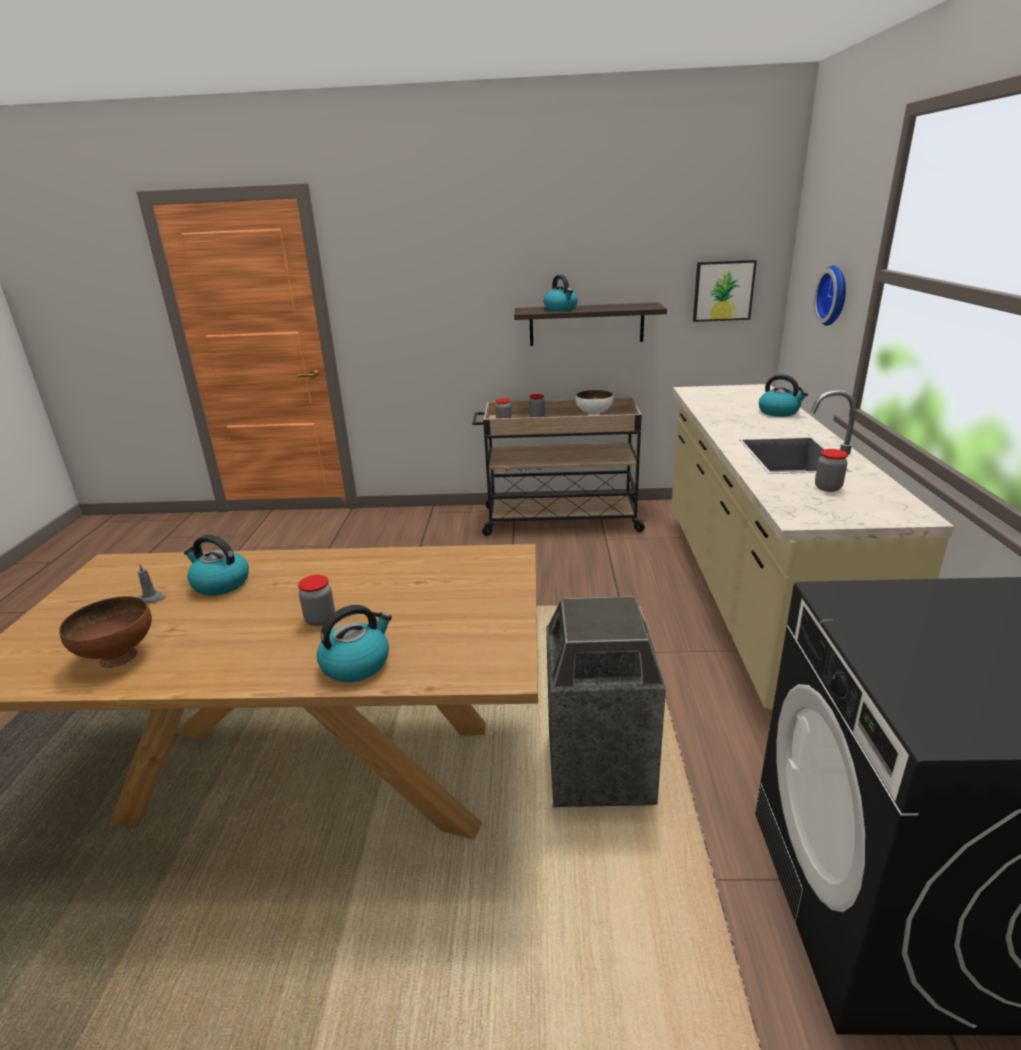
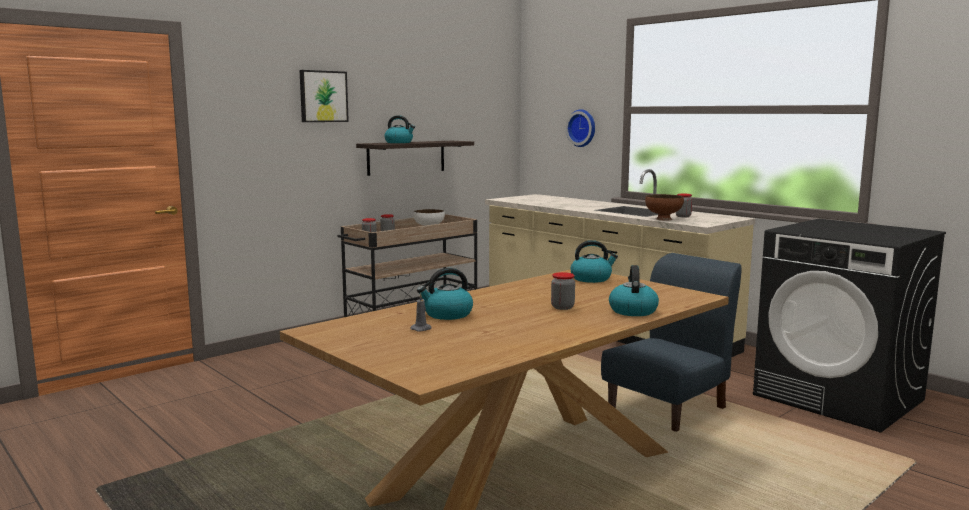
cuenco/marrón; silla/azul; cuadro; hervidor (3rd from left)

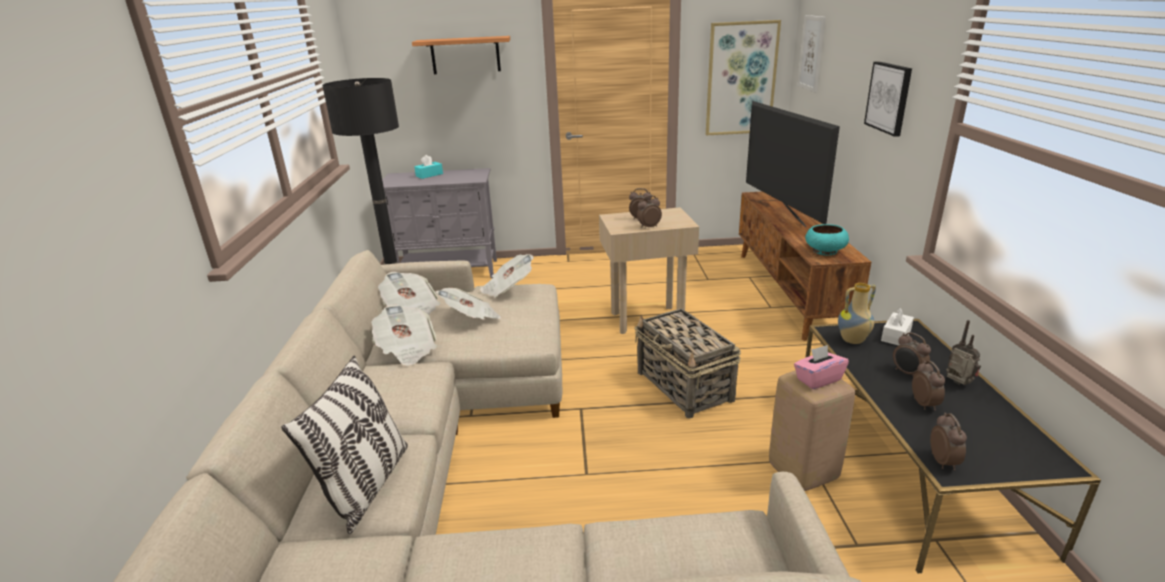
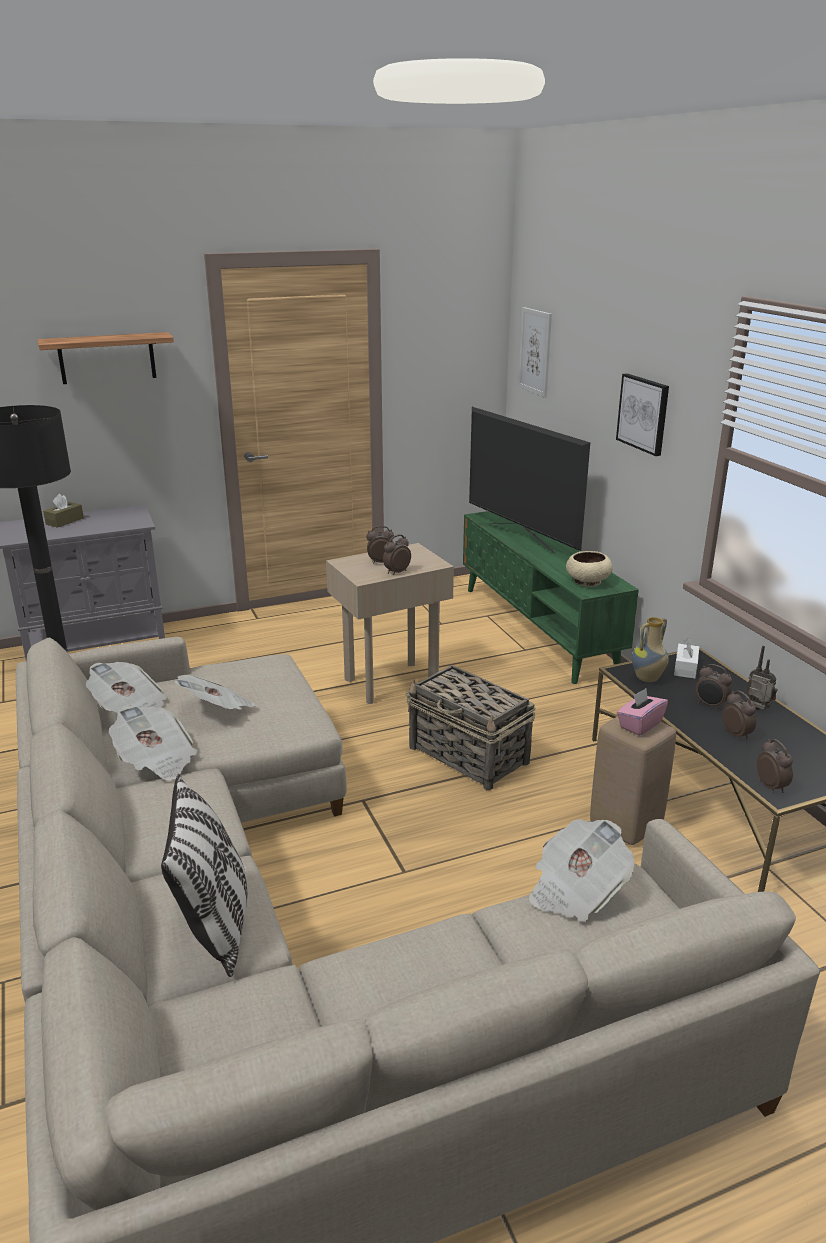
caja de pañuelos/marrón; periódico (4th from left); cuadro (1st from left in the first image); mueble de televisión/verde; cuenco/beis

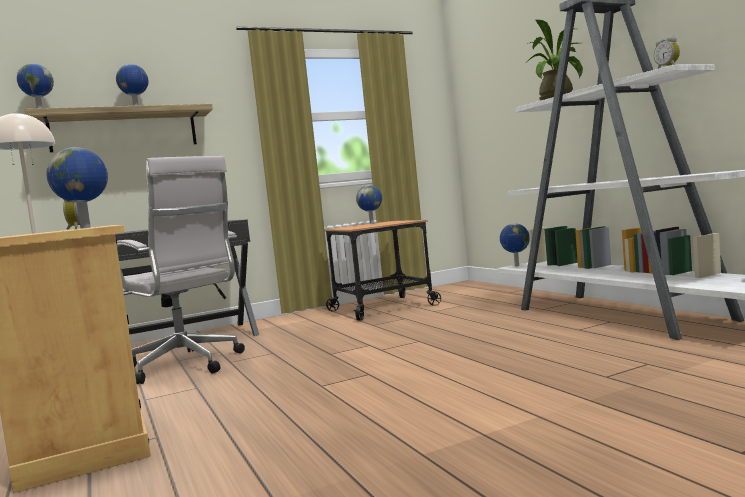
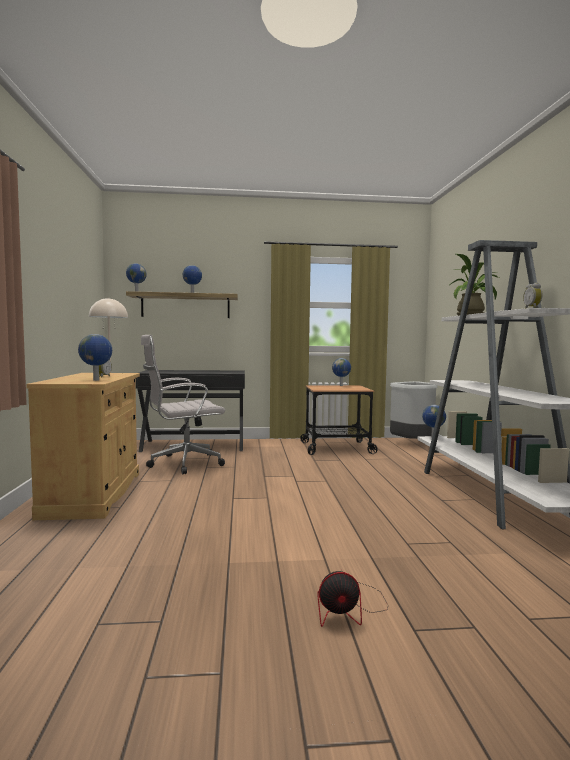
silla de oficina/blanco; ventilador; papelera/gris

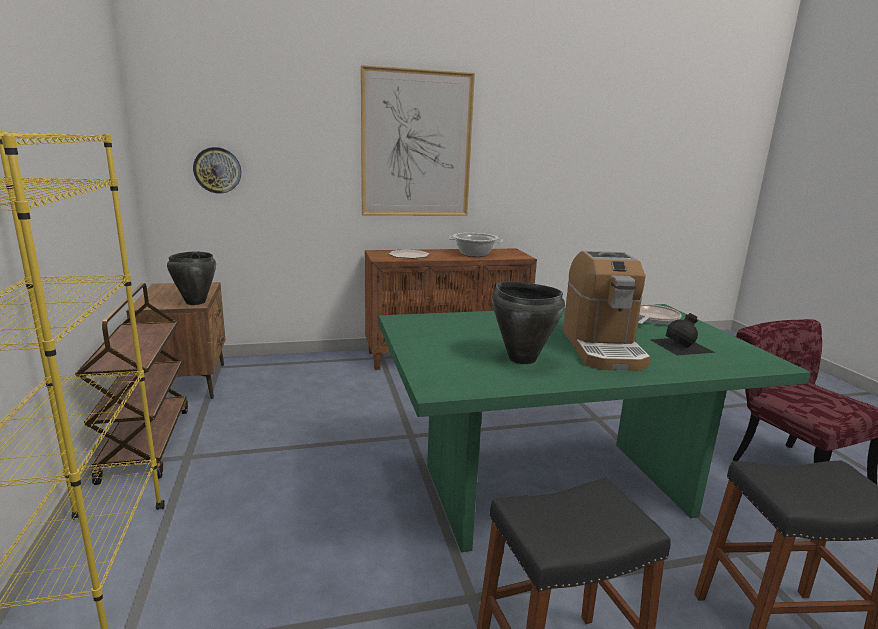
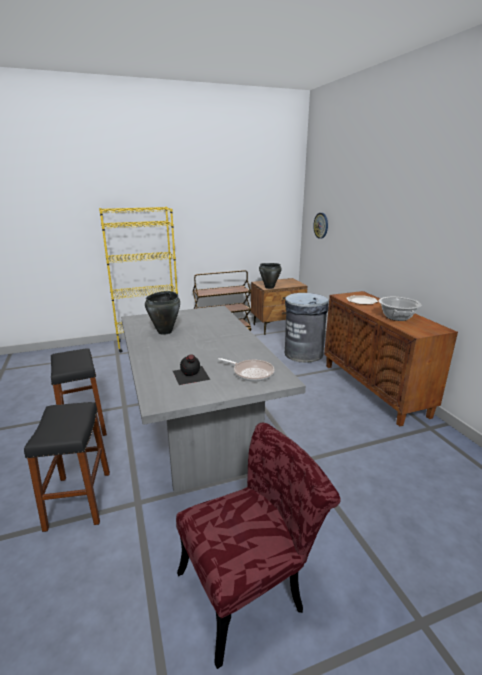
cuadro; mesa de comedor/gris; cafetera; papelera/gris

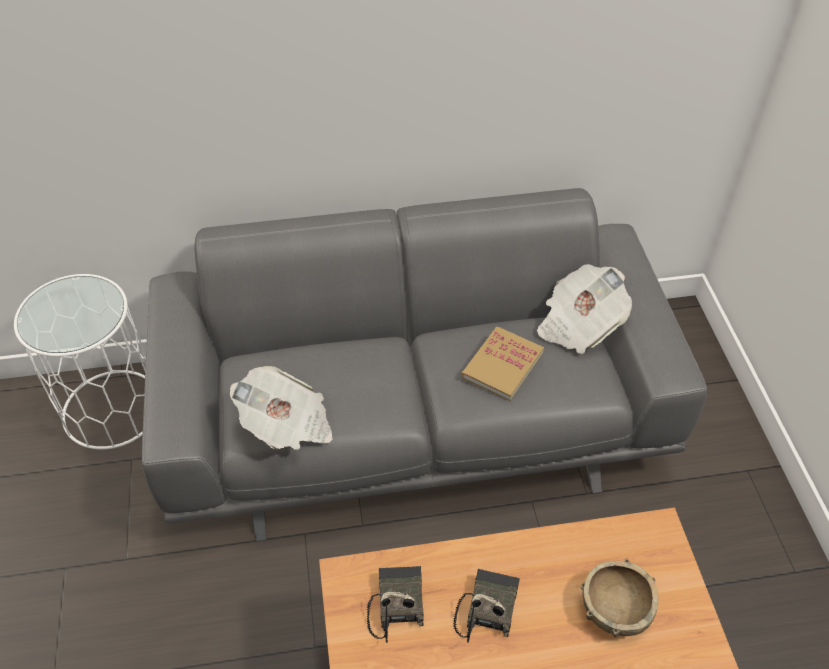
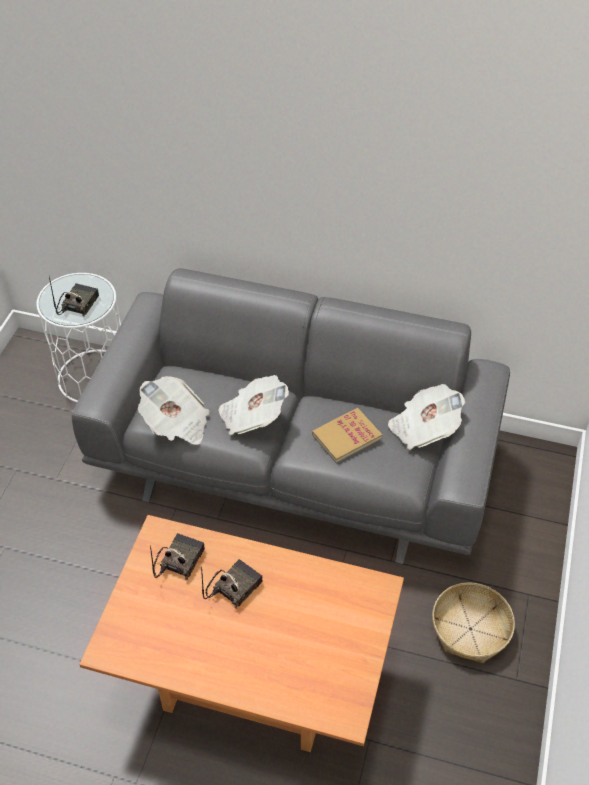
cuenco/marrón; radio (1st from left); periódico (2nd from left); cesta

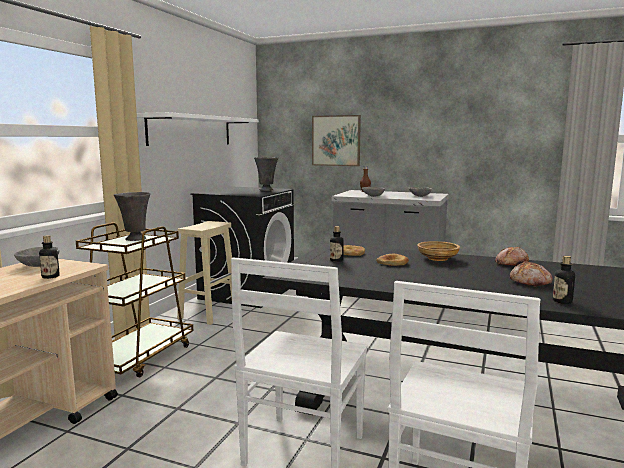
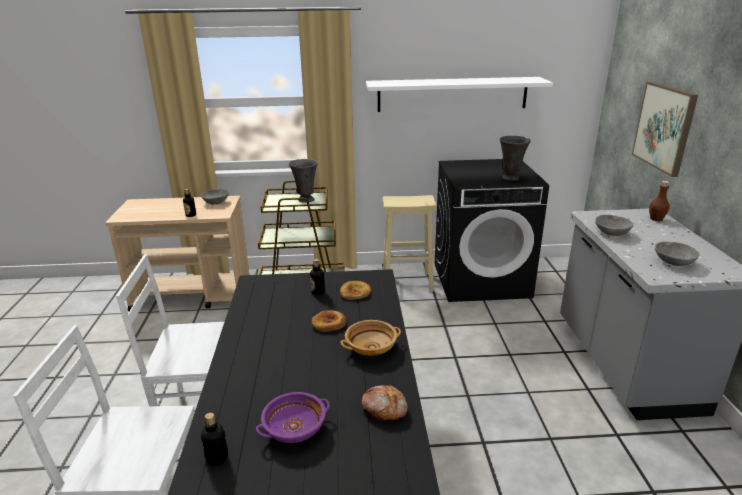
cuenco/morado

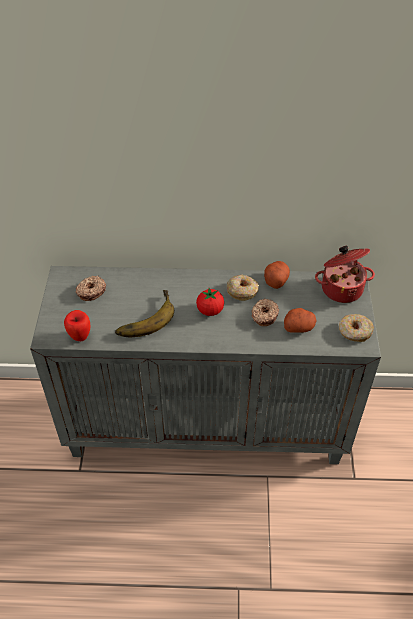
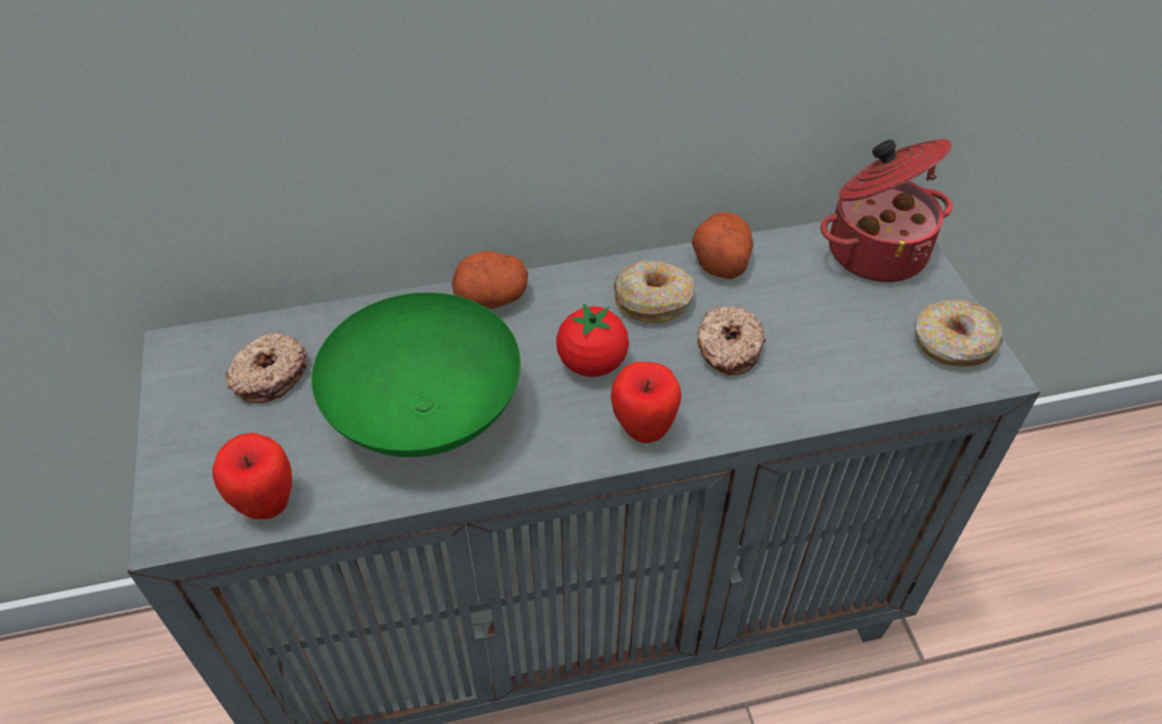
cuenco/verde; patata (1st from left); manzana (2nd from left)

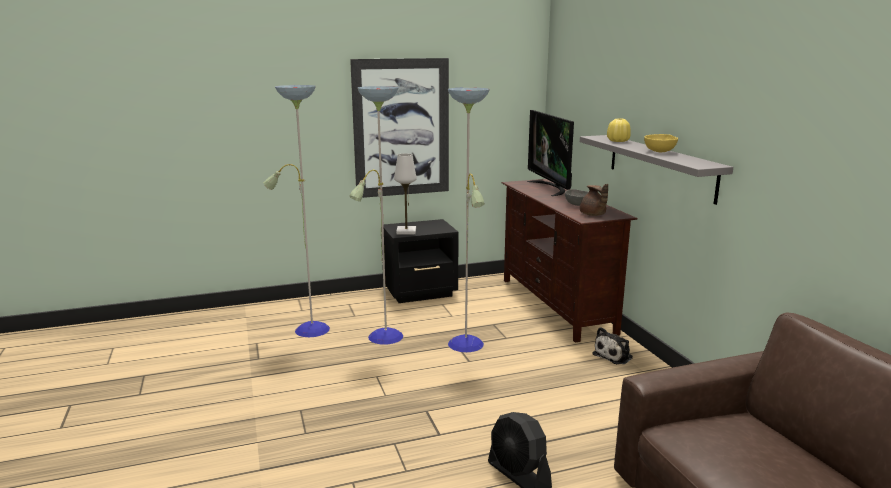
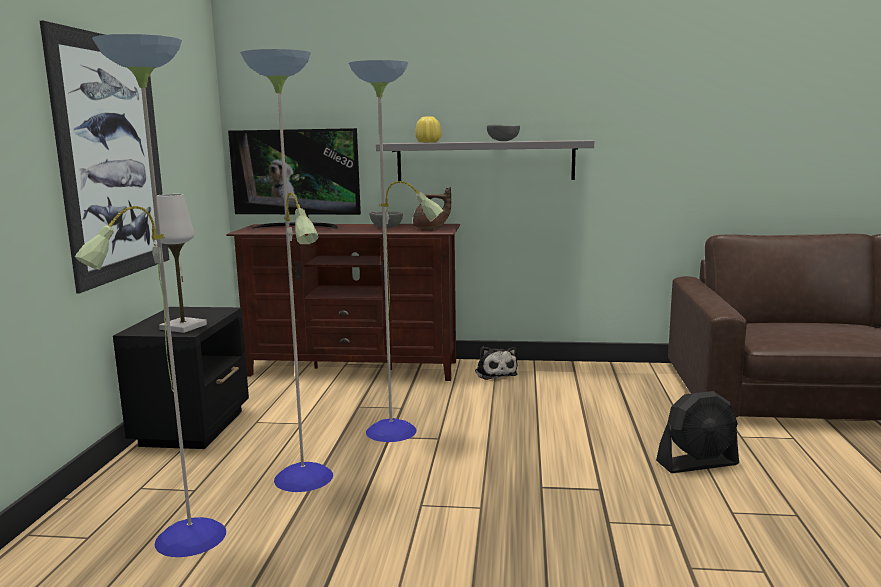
cuenco/gris (2nd from left)

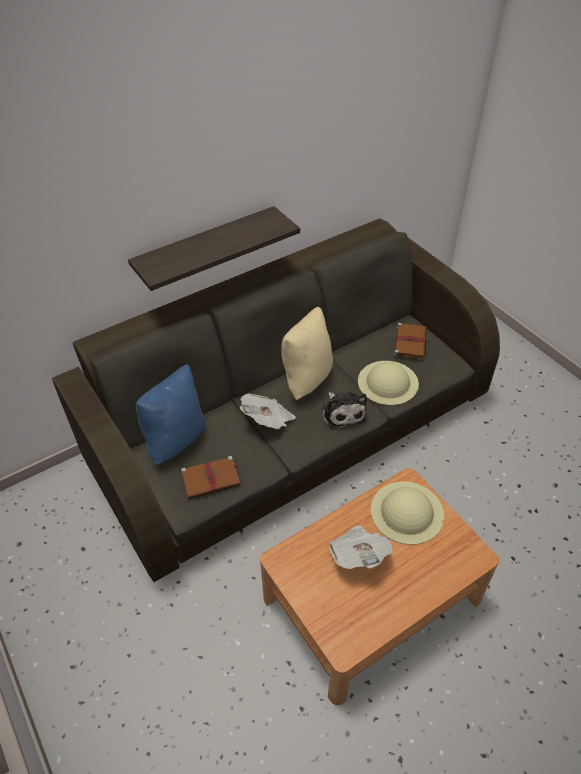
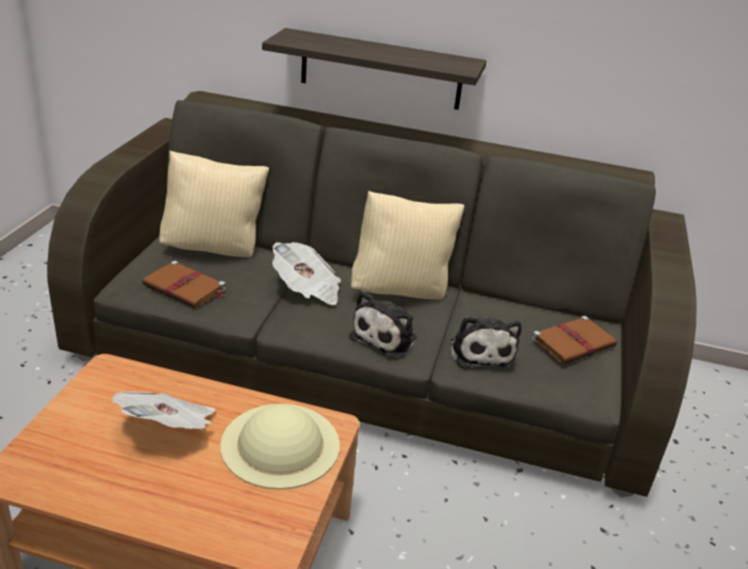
cojín/beis (1st from left); peluche (2nd from left)

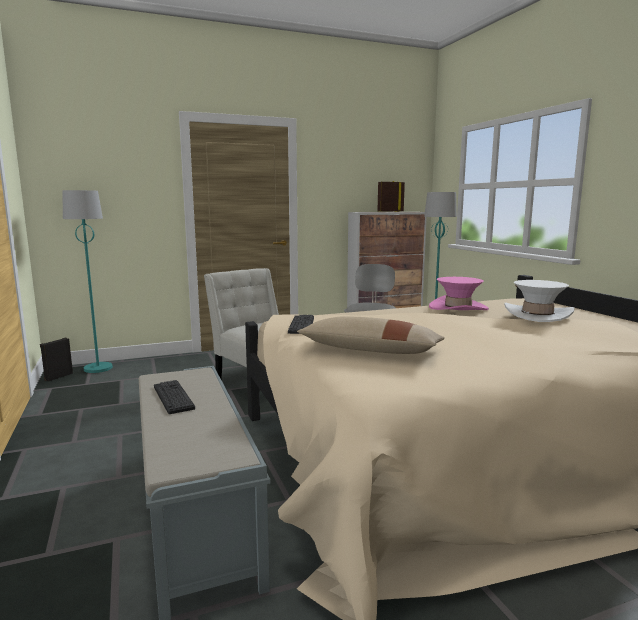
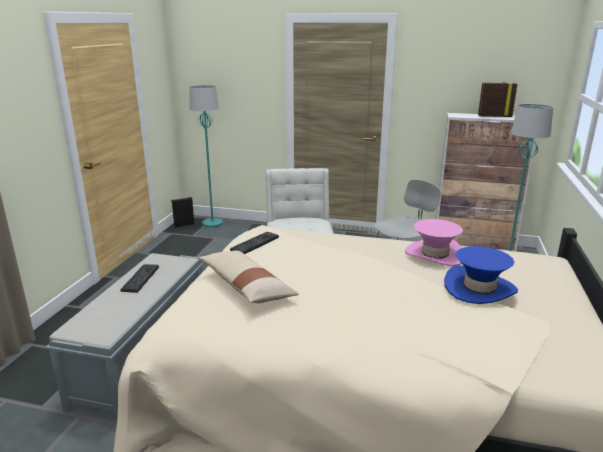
sombrero/azul

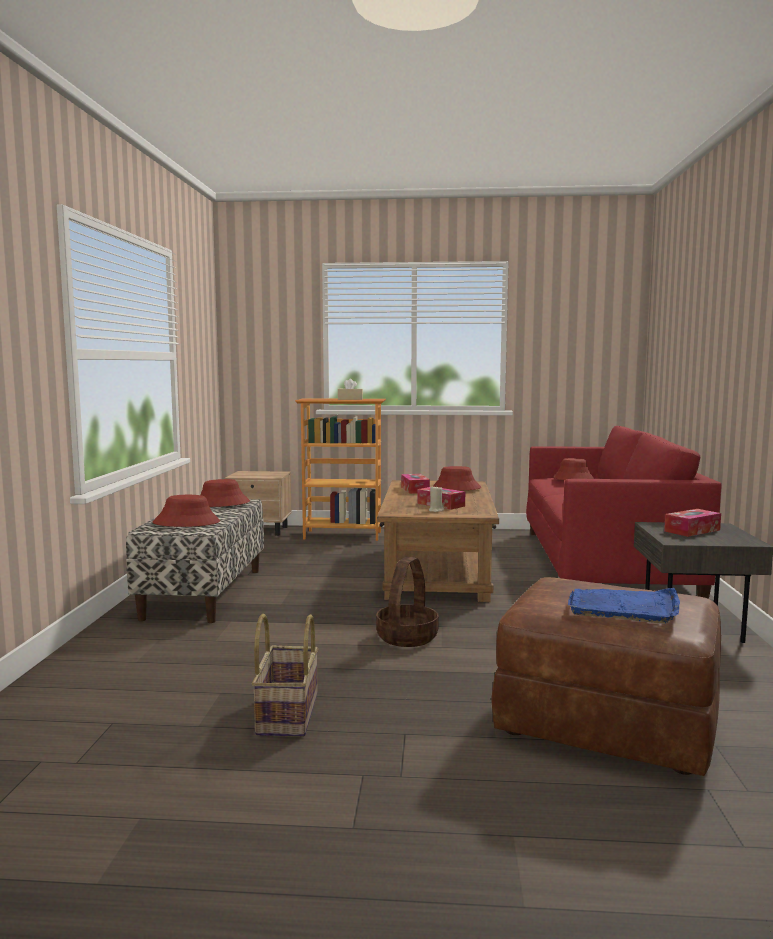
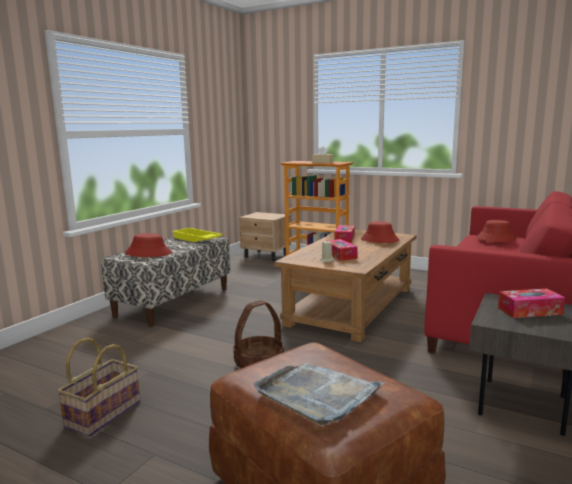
bandeja/amarillo; bandeja/gris

